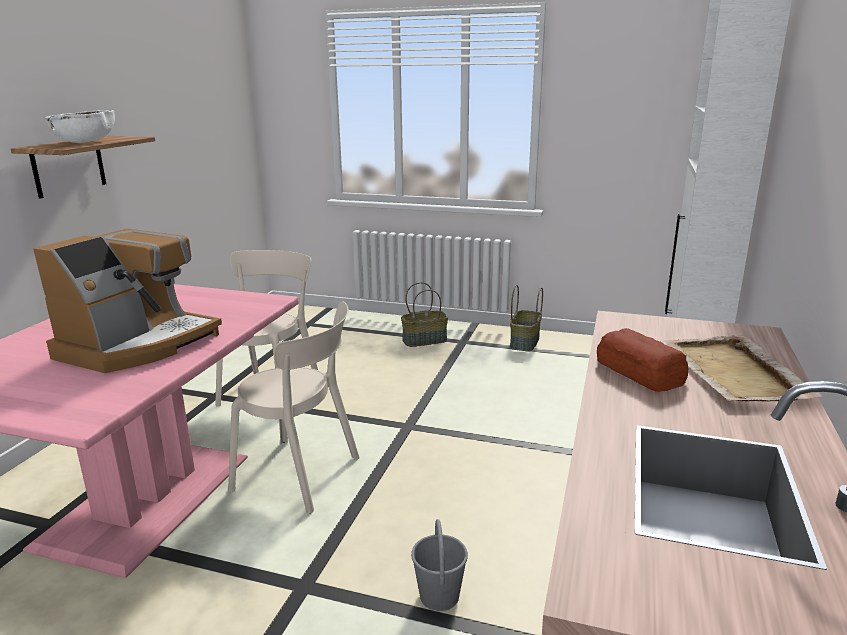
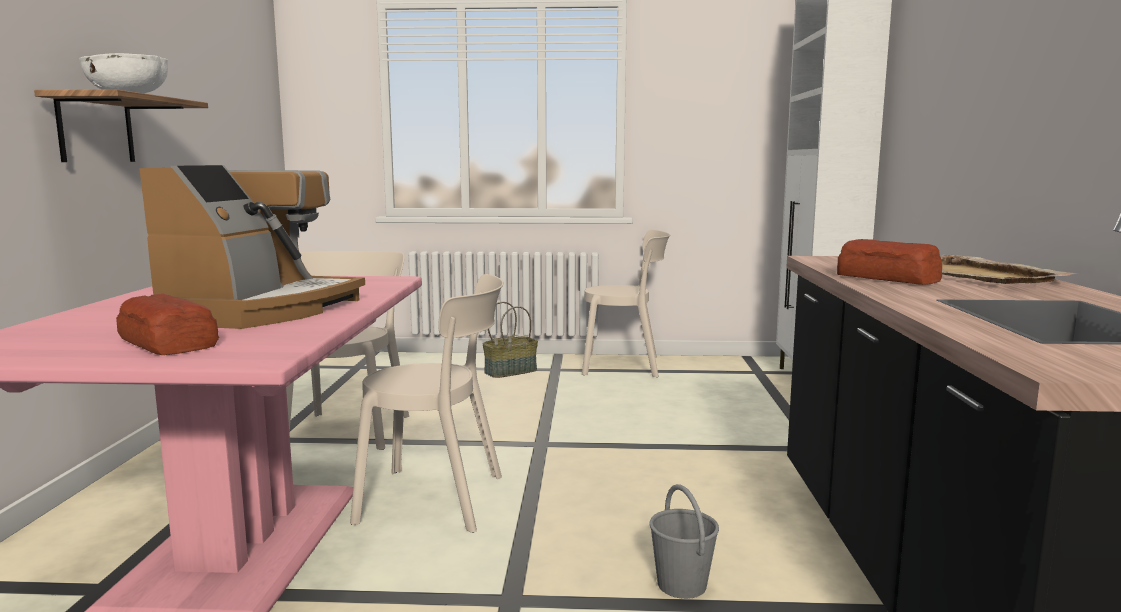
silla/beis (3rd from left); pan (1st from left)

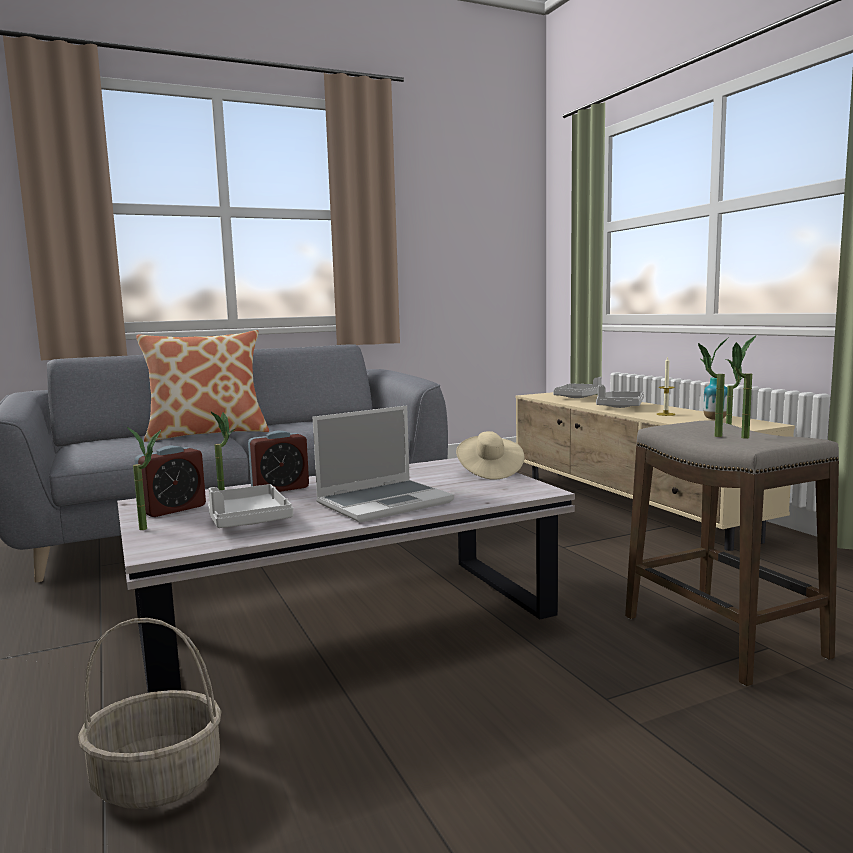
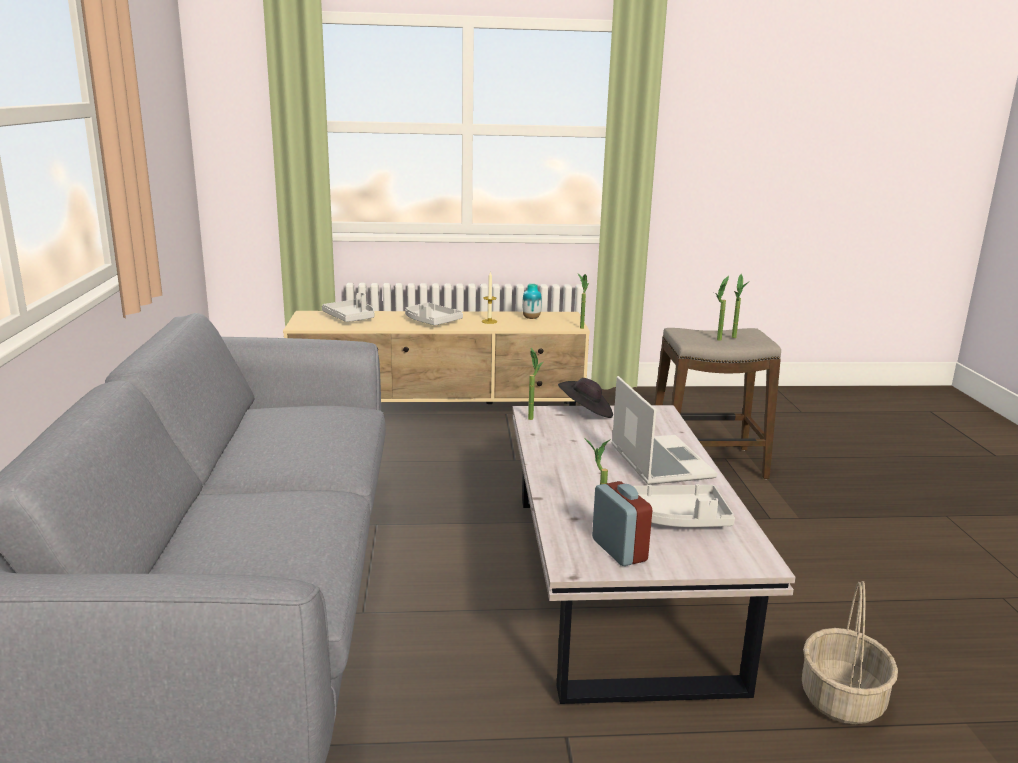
planta en maceta (1st from left); cojín; despertador (2nd from left in the first image); sombrero/negro

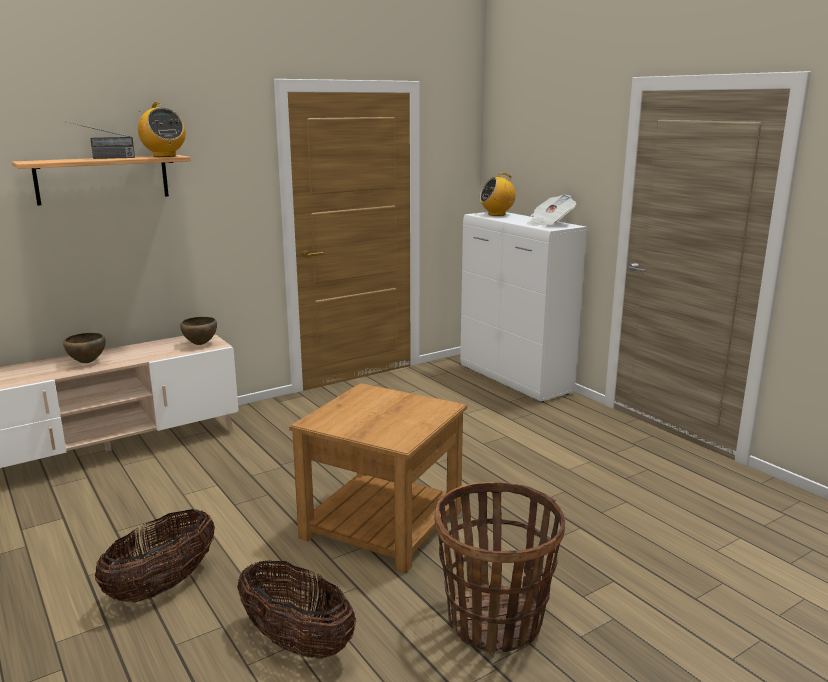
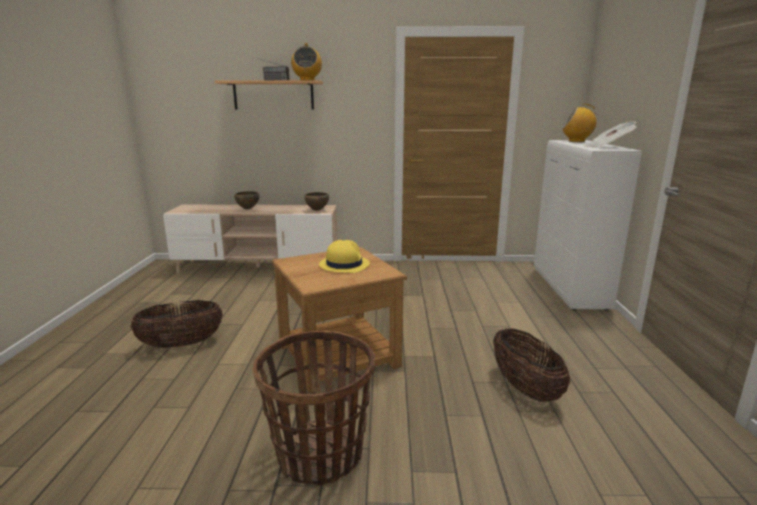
cesta (3rd from left); sombrero/amarillo

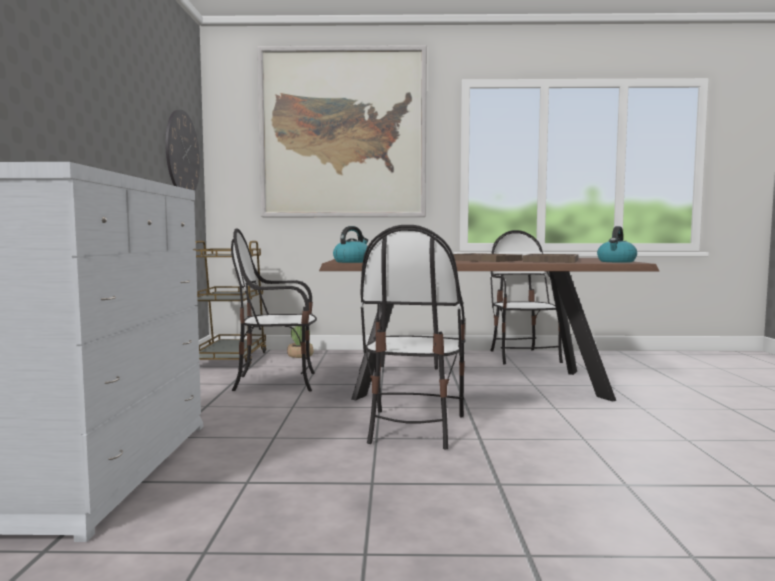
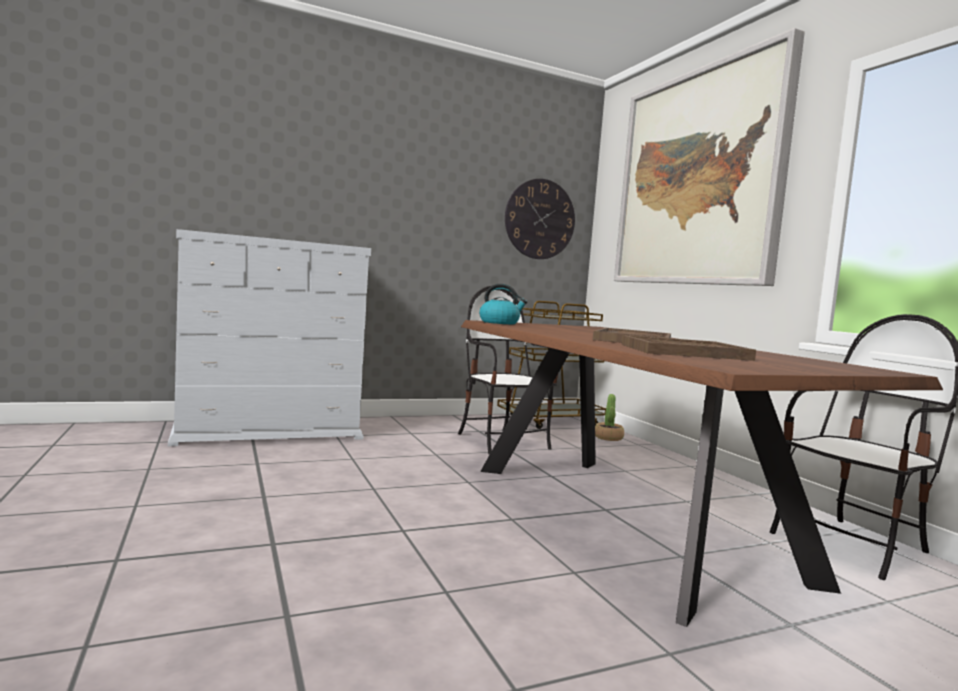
silla (2nd from left in the first image); hervidor (2nd from left in the first image)

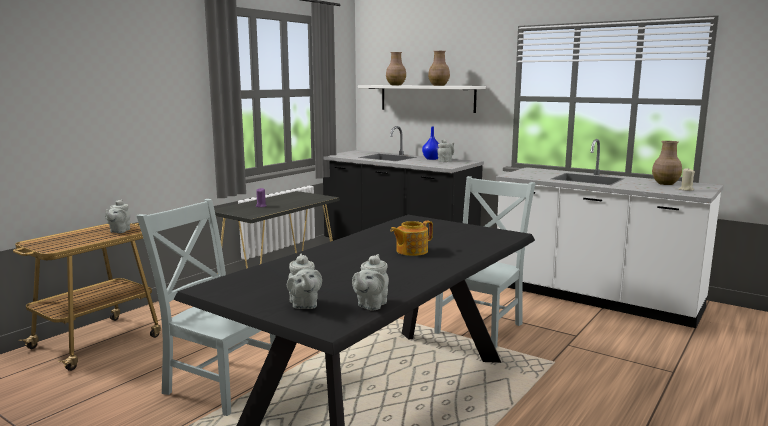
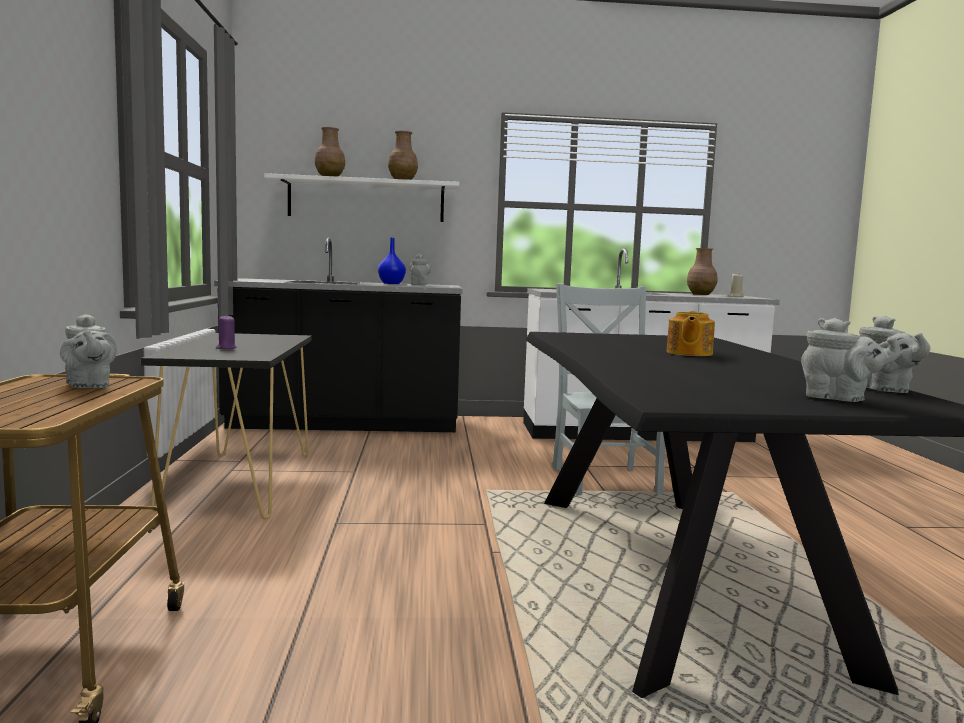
silla/gris (1st from left in the first image)

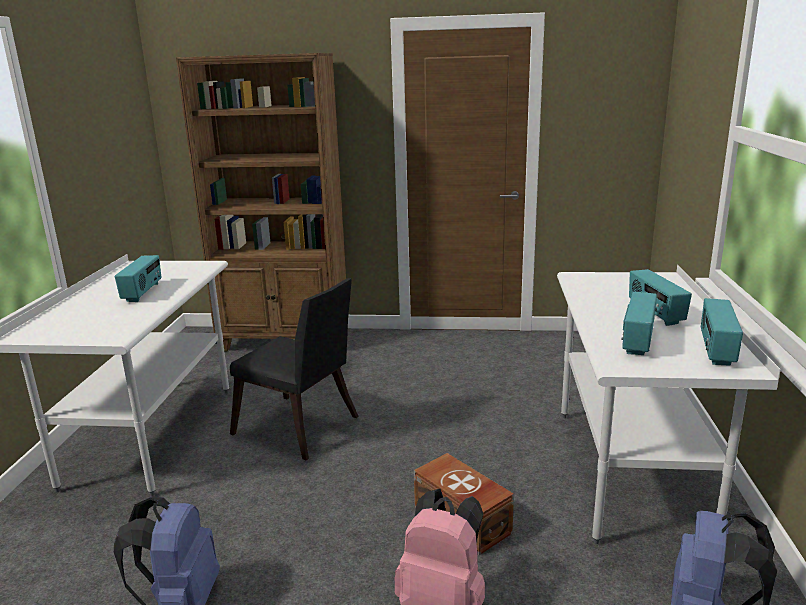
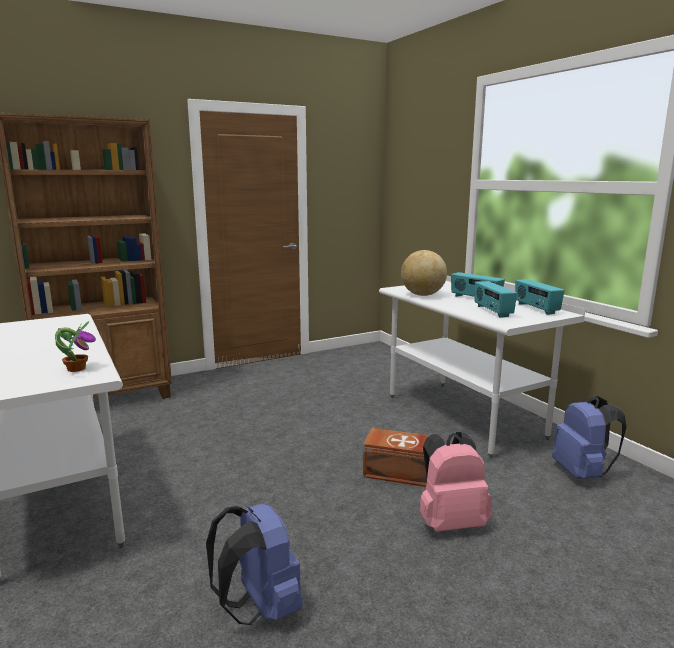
radio (1st from left in the first image); silla/negro; planta en maceta; globo terráqueo

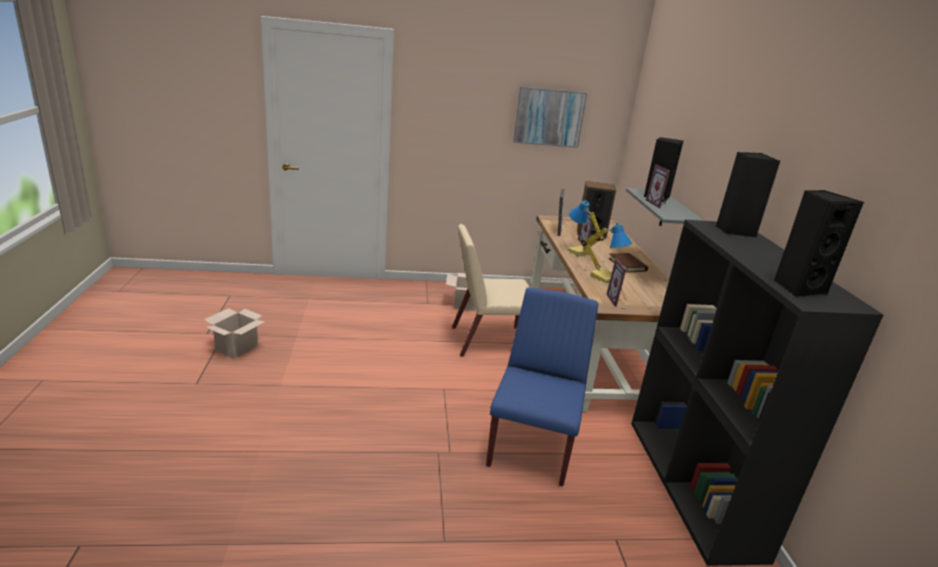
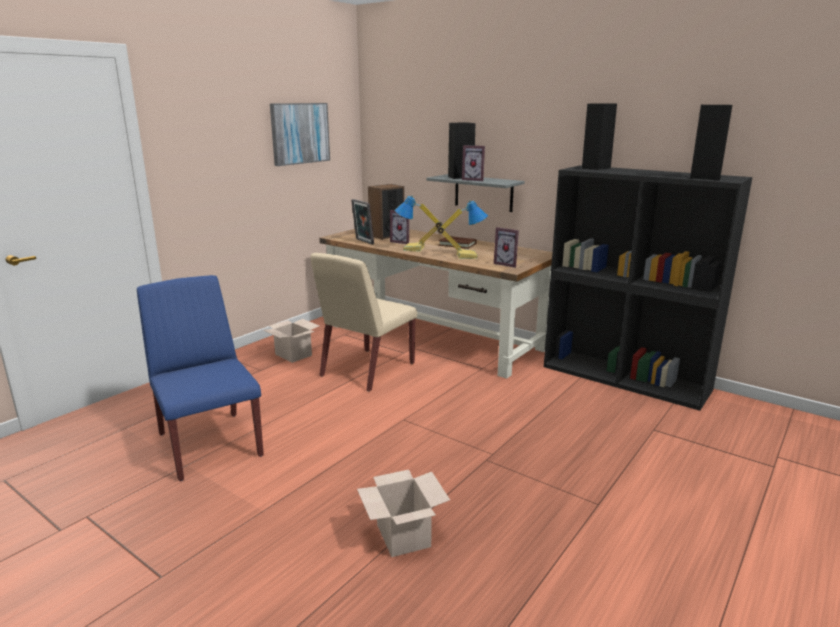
caja de cartón (2nd from left); silla/azul

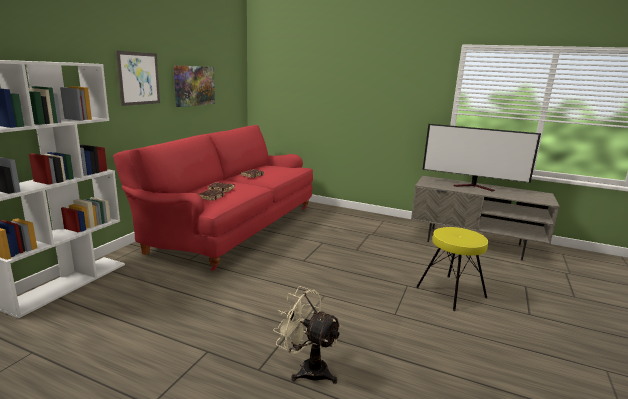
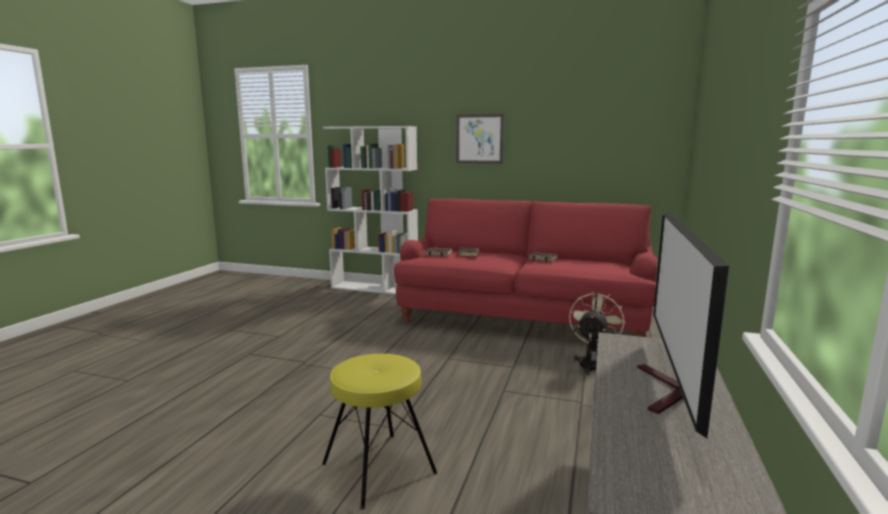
cuadro (2nd from left in the first image); ventilador/beis

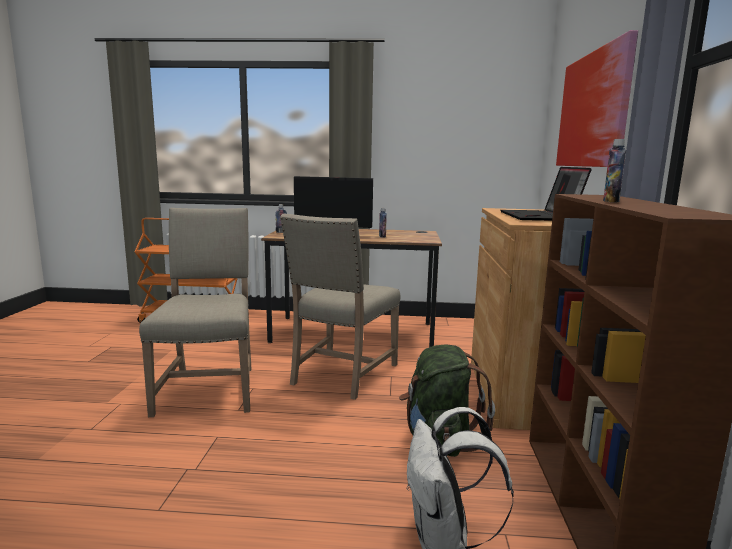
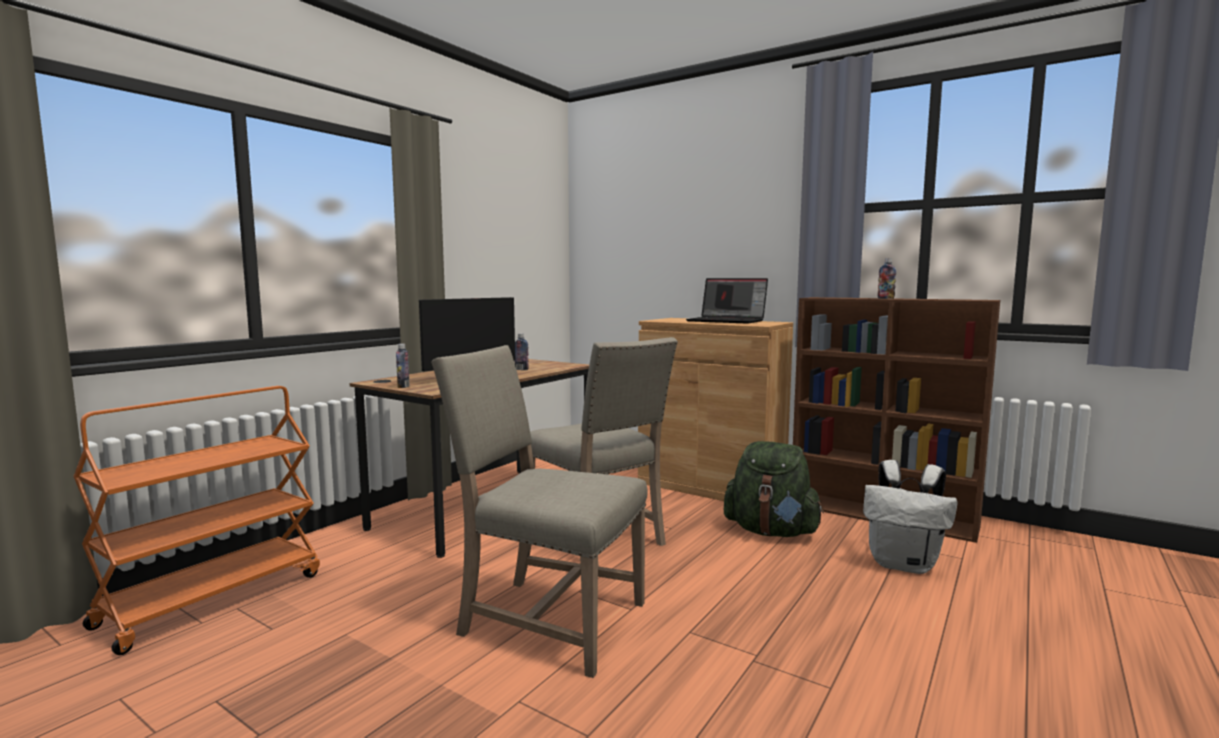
cuadro

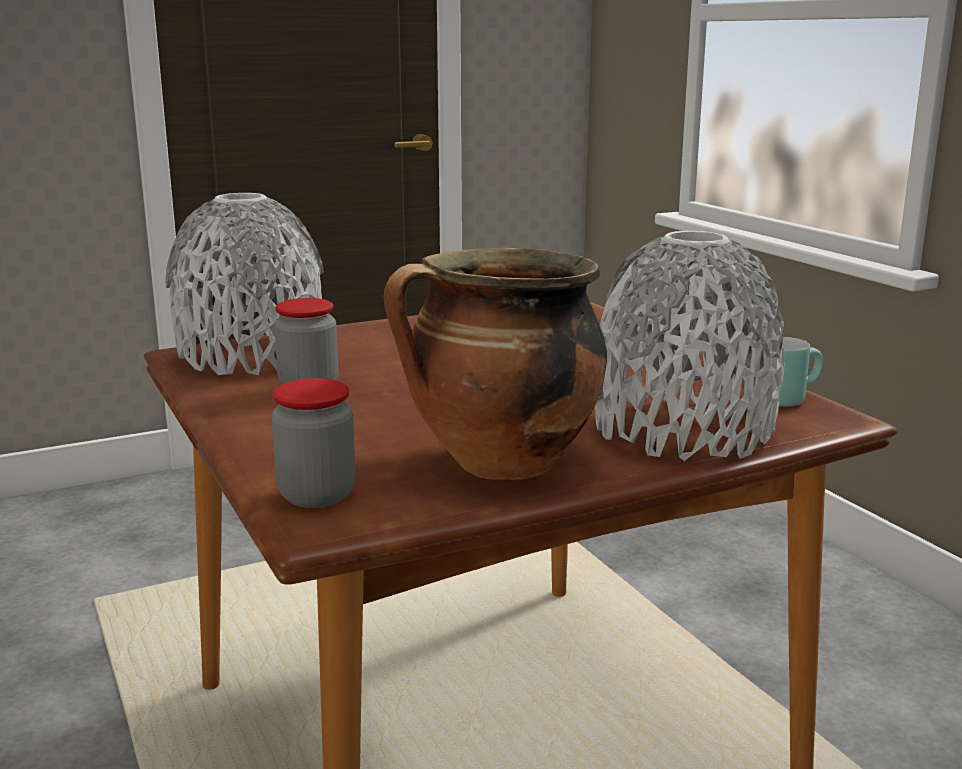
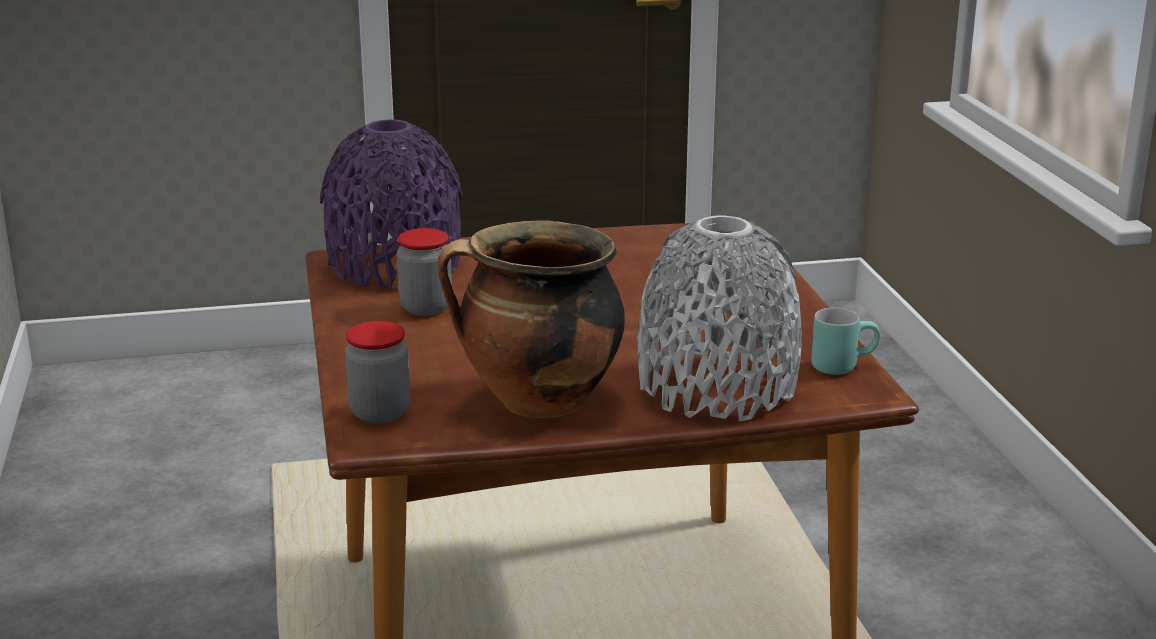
florero/morado

